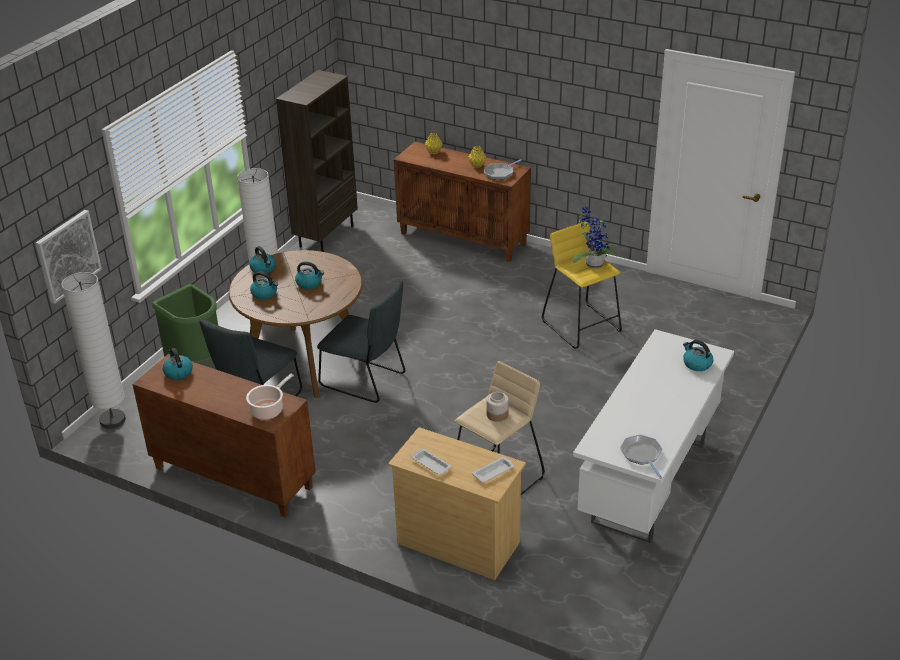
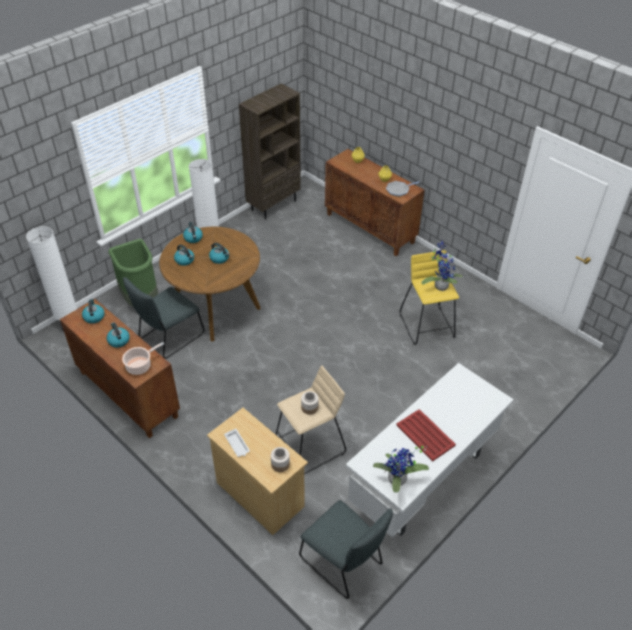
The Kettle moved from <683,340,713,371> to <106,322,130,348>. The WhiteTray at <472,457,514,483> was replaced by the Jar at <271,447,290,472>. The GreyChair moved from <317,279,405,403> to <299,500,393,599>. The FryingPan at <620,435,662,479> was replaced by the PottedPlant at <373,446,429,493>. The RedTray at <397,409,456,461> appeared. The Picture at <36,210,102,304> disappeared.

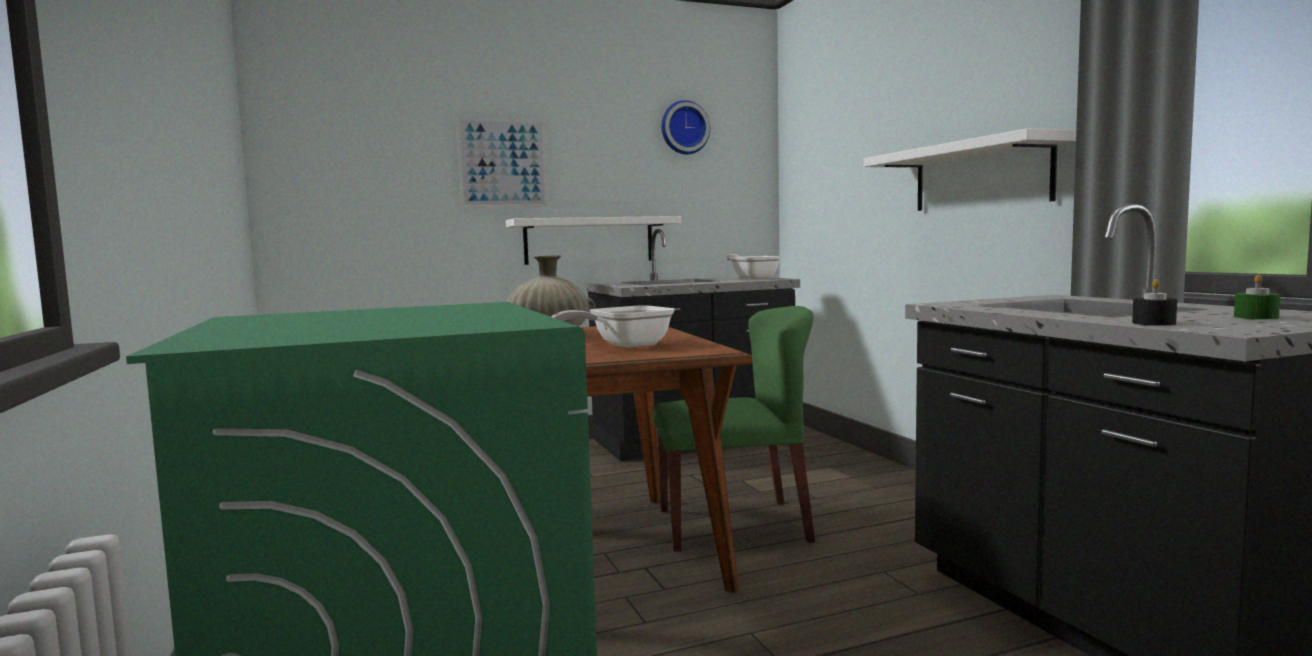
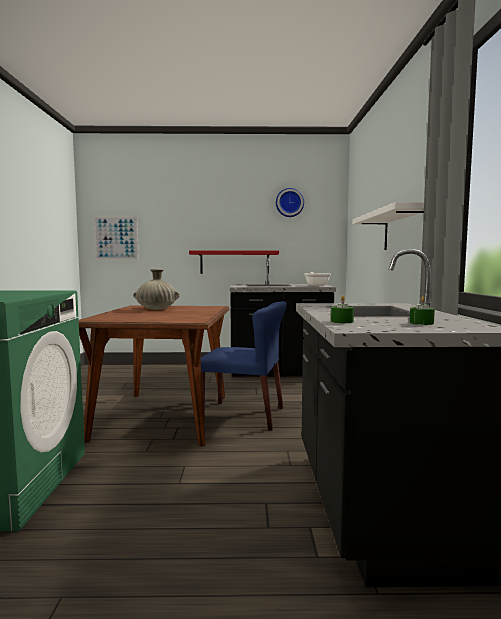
The Picture moved from <457,117,548,208> to <94,216,139,260>. The WhiteShelf at <506,216,682,265> became the RedShelf at <189,250,279,274>. The GreenChair at <653,306,815,552> became the BlueChair at <200,301,287,430>. The BlackCandle at <1132,279,1177,325> became the GreenCandle at <331,295,354,323>. The FryingPan at <552,306,675,348> disappeared.

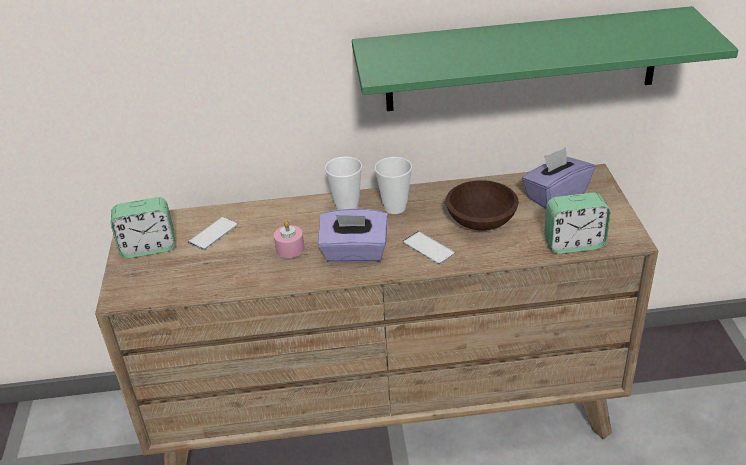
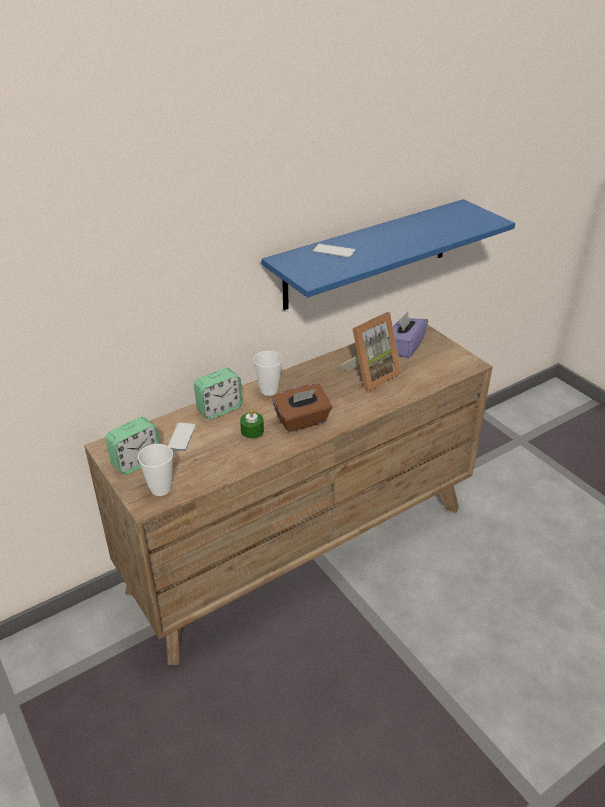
The Cup moved from <375,157,412,214> to <138,444,173,496>. The AlarmClock moved from <544,192,611,254> to <194,368,243,419>. The PinkCandle at <274,221,305,258> became the GreenCandle at <240,409,264,439>. The GreenShelf at <352,6,738,111> became the BlueShelf at <261,199,515,310>. The PurpleTissueBox at <318,209,388,262> became the BrownTissueBox at <272,384,332,432>. The Phone moved from <402,231,455,264> to <312,243,356,258>. The BrownBowl at <446,180,519,230> was replaced by the PictureFrame at <340,312,401,392>.

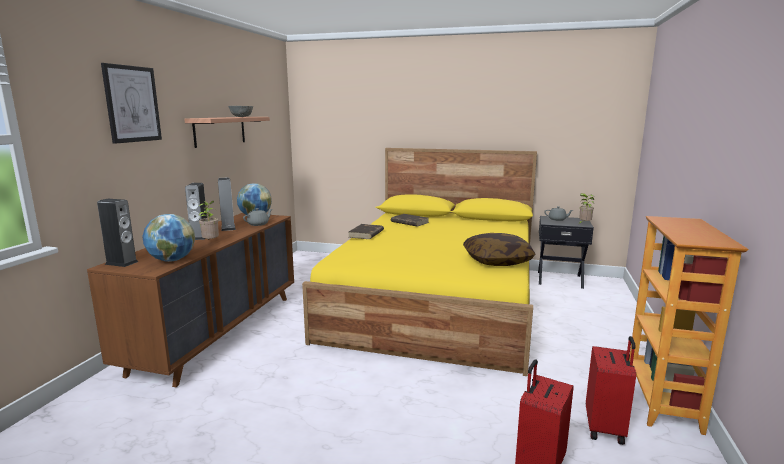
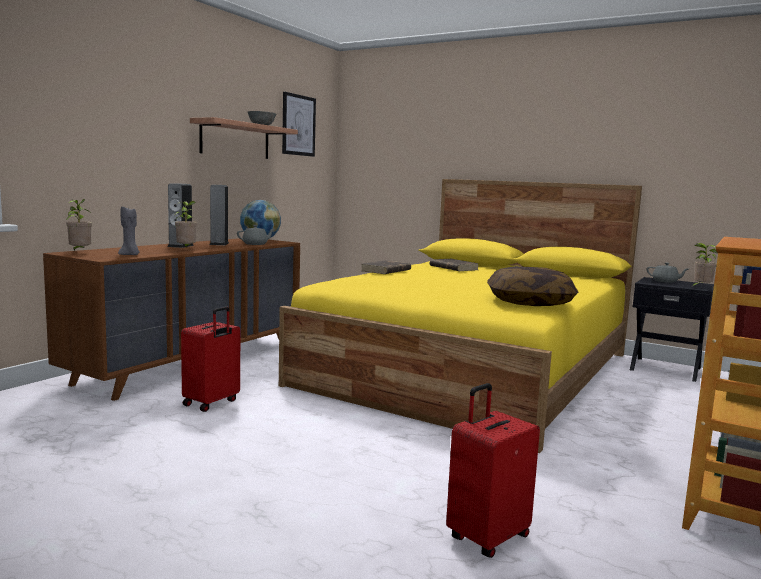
The Speaker at <97,199,138,267> was replaced by the PottedPlant at <66,199,92,251>. The Globe at <142,214,195,262> was replaced by the GreyCandle at <118,205,140,255>. The RedSuitcase moved from <586,336,636,445> to <181,306,240,412>. The Picture moved from <101,63,162,144> to <282,92,316,157>.

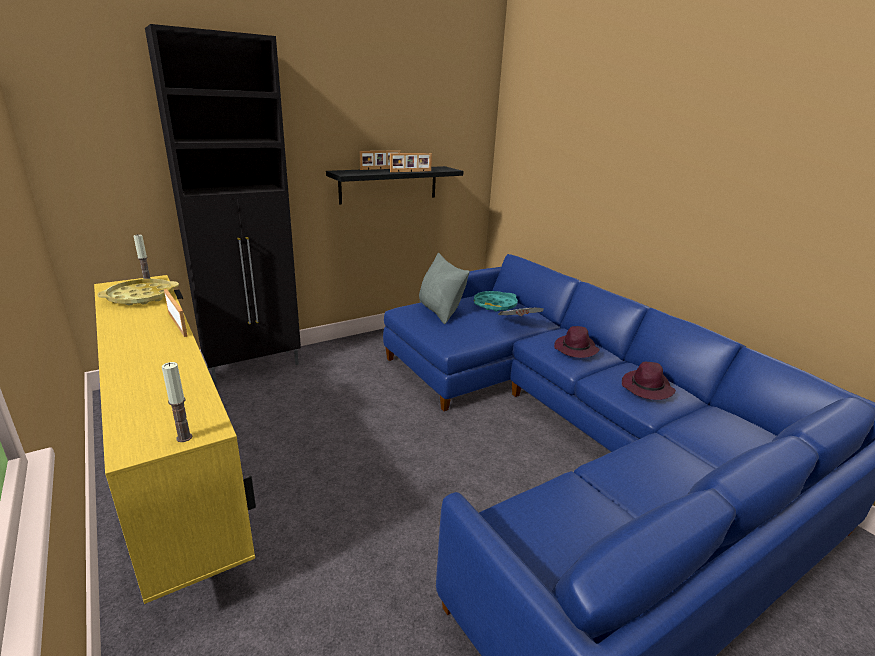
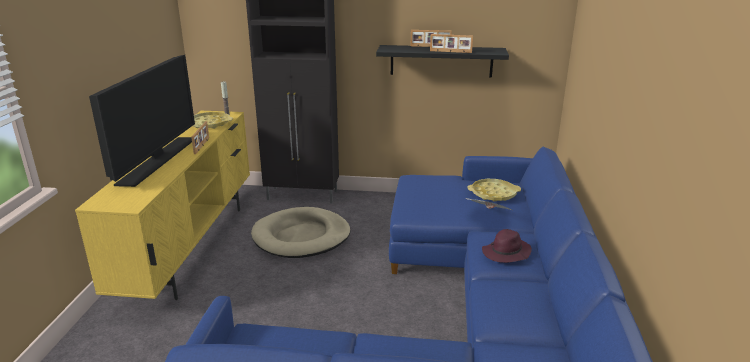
The Television at <89,55,195,187> appeared. The BeigeDogBed at <251,207,350,258> appeared. The TurquoiseTray at <474,291,518,312> became the YellowTray at <468,179,521,202>. The Candle at <162,362,192,442> disappeared. The GreyPillow at <419,253,469,324> disappeared. The PurpleHat at <622,362,676,400> disappeared.

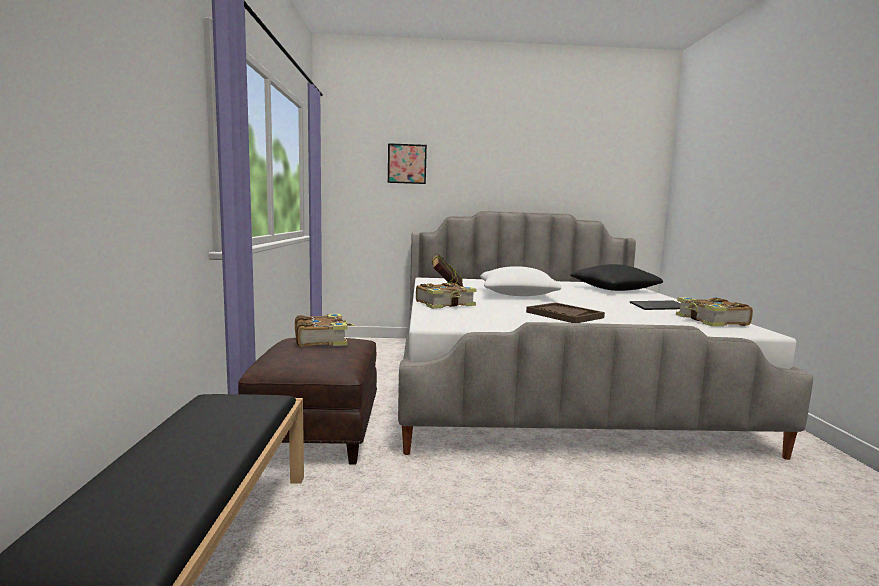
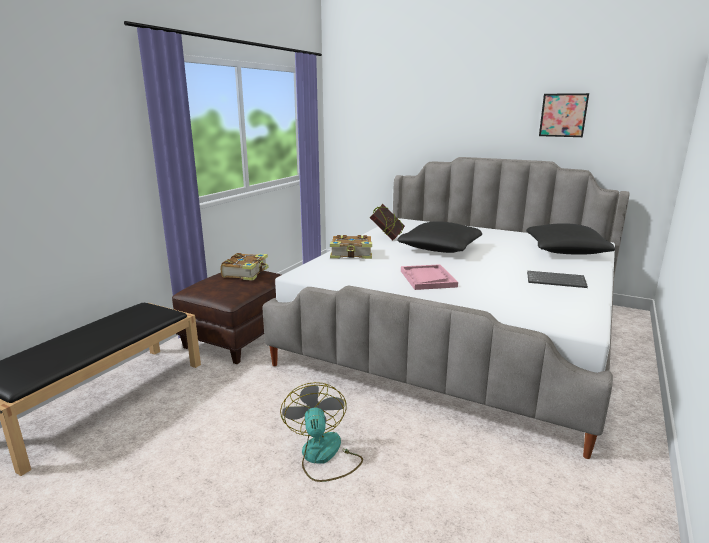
The Fan at <280,382,363,482> appeared. The WhitePillow at <480,266,561,296> became the BlackPillow at <397,221,482,253>. The BrownTray at <526,303,605,323> became the PinkTray at <401,264,458,290>. The Picture moved from <388,143,427,184> to <539,93,589,137>. The Book at <676,297,753,327> disappeared.

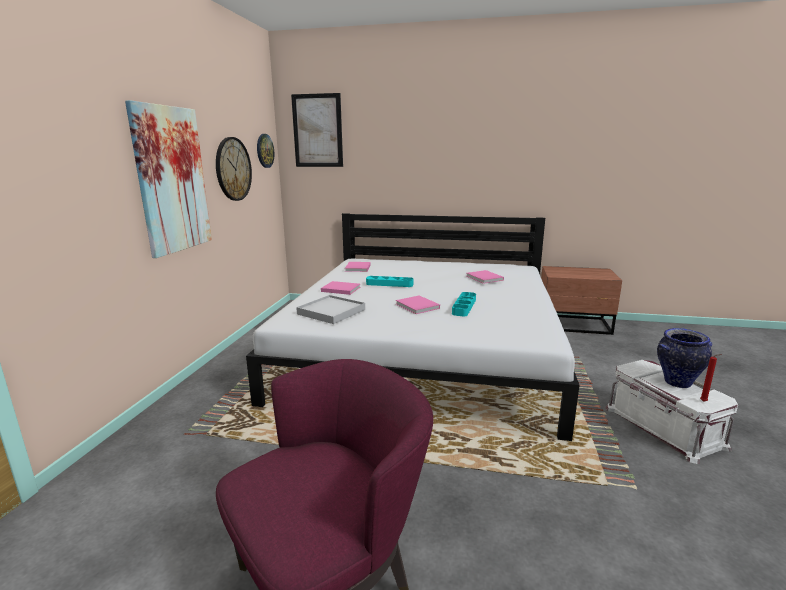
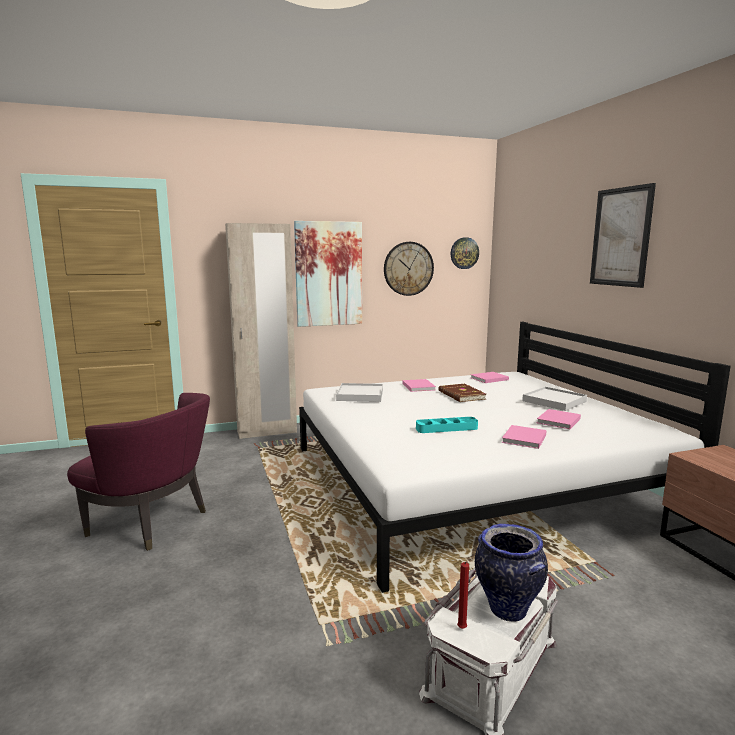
The BeigeWardrobe at <225,223,297,439> appeared. The TurquoiseTray at <366,276,414,287> was replaced by the BrownBook at <438,384,487,402>. The PinkBook moved from <396,295,440,314> to <502,425,547,449>. The WhiteTray at <522,387,587,411> appeared. The Picture moved from <291,93,343,167> to <590,183,656,288>.

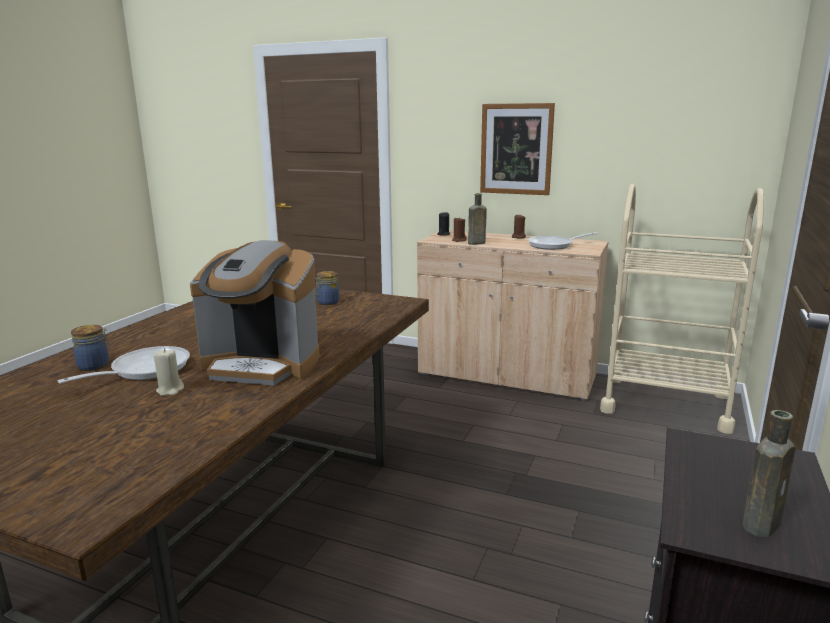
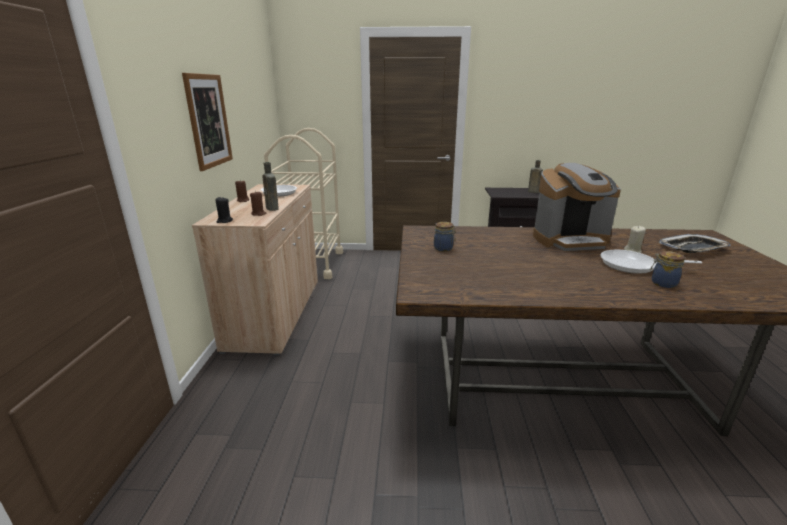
The CoffeeMachine at <190,240,320,385> turned 90 degrees clockwise. The Tray at <659,234,731,253> appeared.

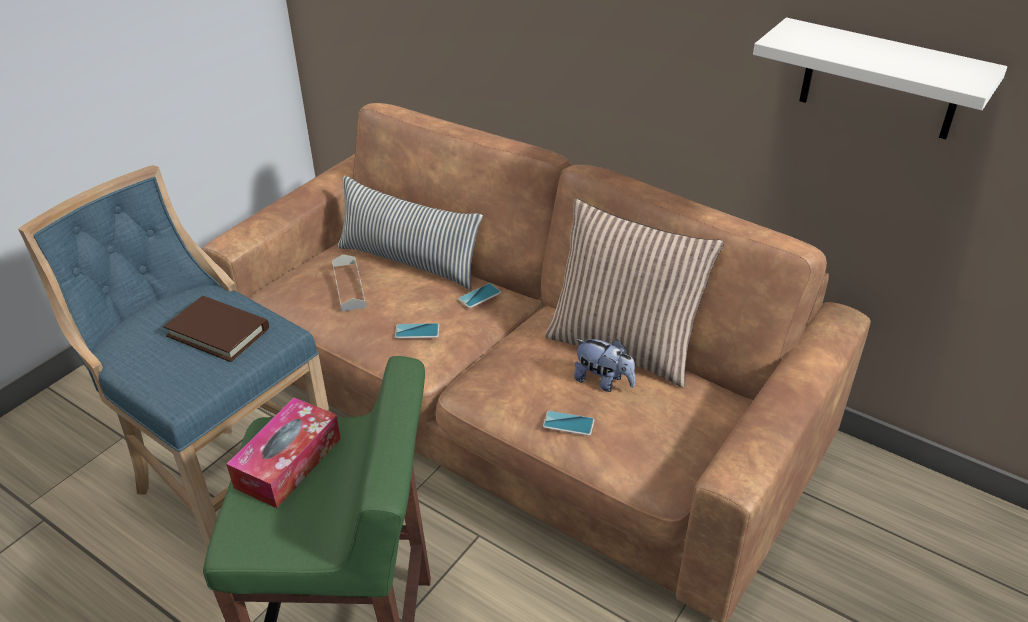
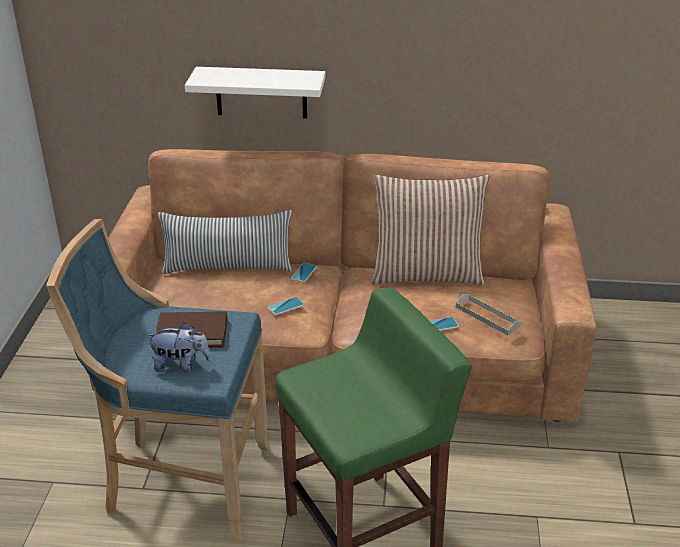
The PlushToy moved from <574,339,635,392> to <146,323,211,372>. The WhiteShelf moved from <753,18,1007,139> to <185,67,325,119>. The GreyTray moved from <332,254,366,312> to <456,294,521,336>. The TissueBox at <226,398,341,508> disappeared.

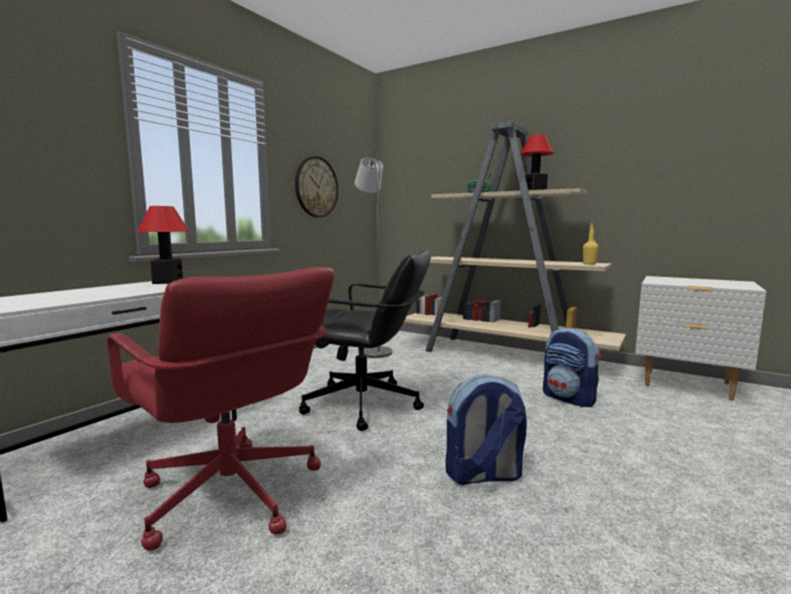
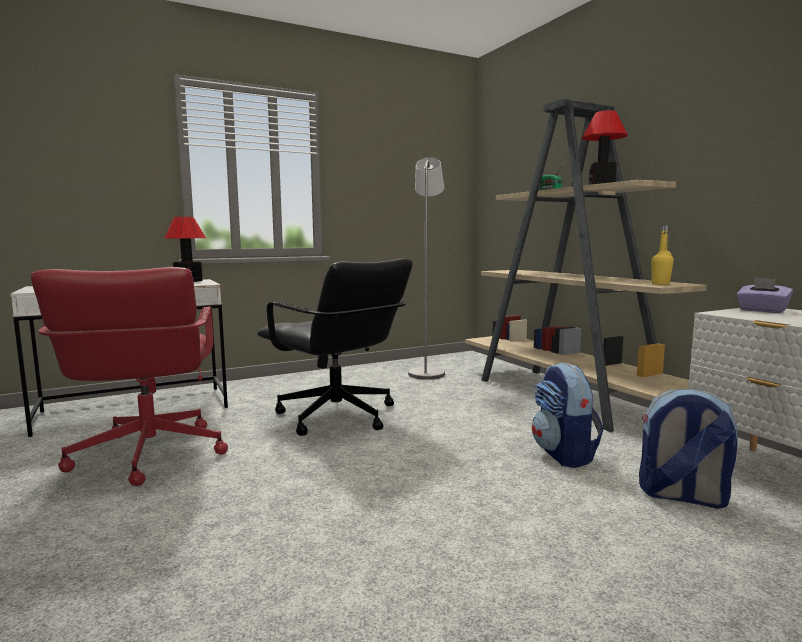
The Backpack moved from <445,374,527,485> to <639,388,738,508>. The PurpleTissueBox at <737,278,793,313> appeared. The WallClock at <295,156,338,218> disappeared.

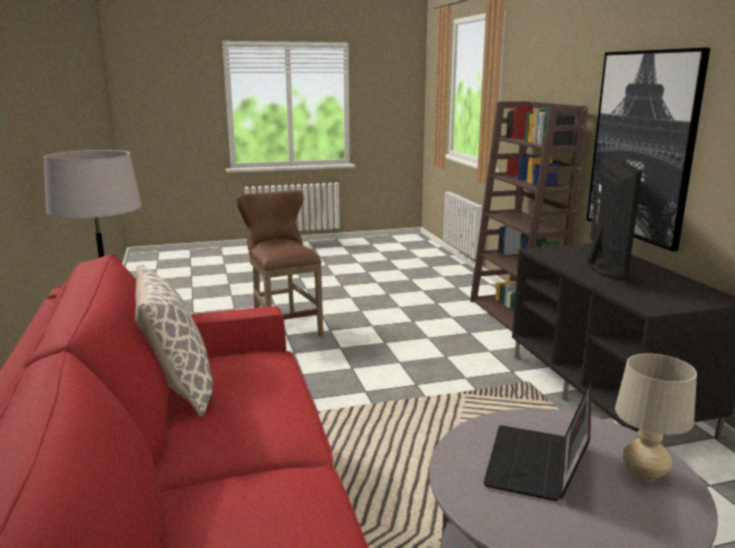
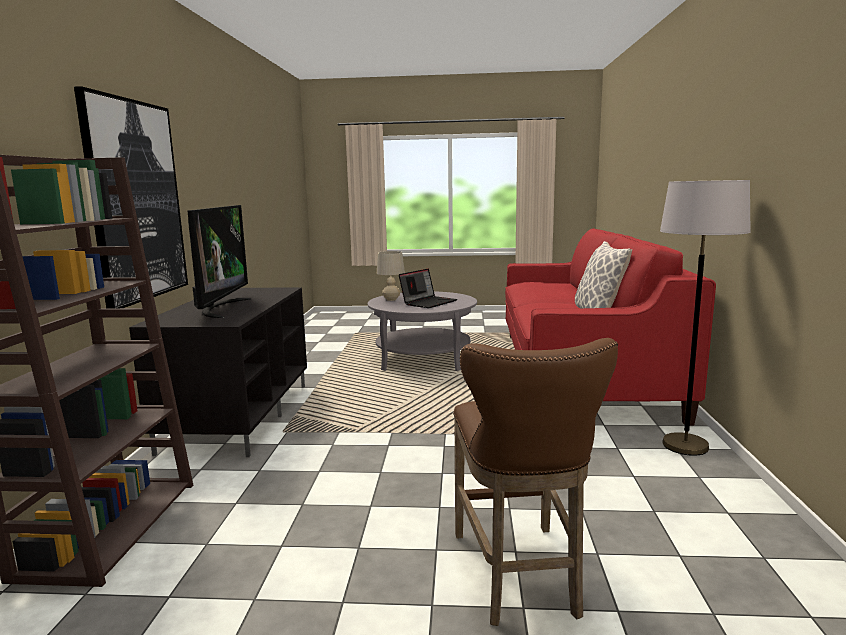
The Television at <586,152,642,281> turned 150 degrees clockwise.

